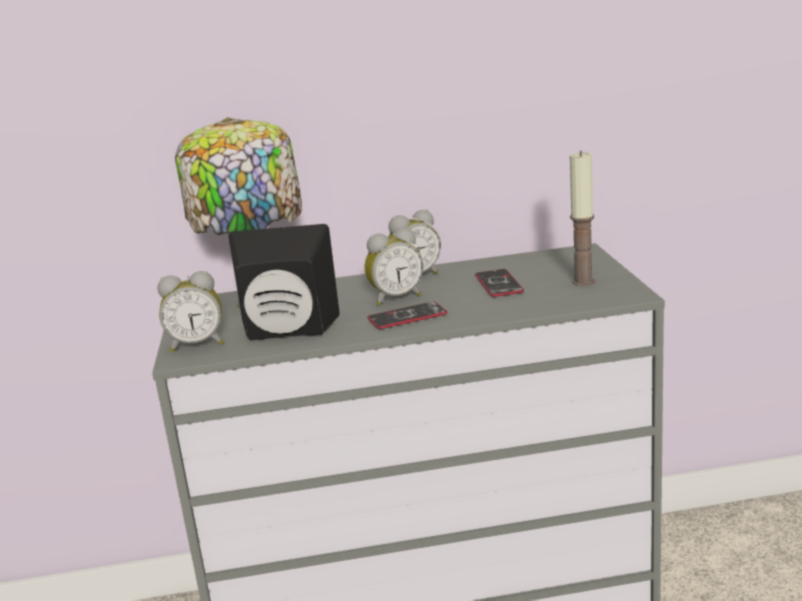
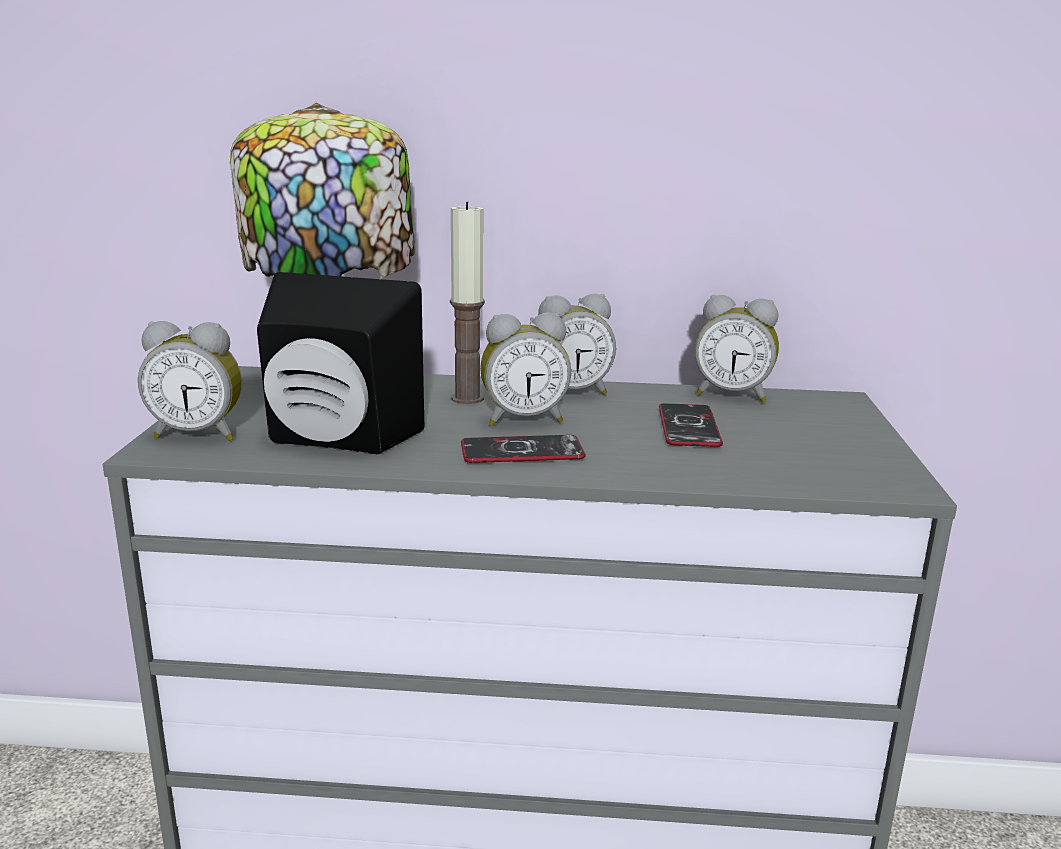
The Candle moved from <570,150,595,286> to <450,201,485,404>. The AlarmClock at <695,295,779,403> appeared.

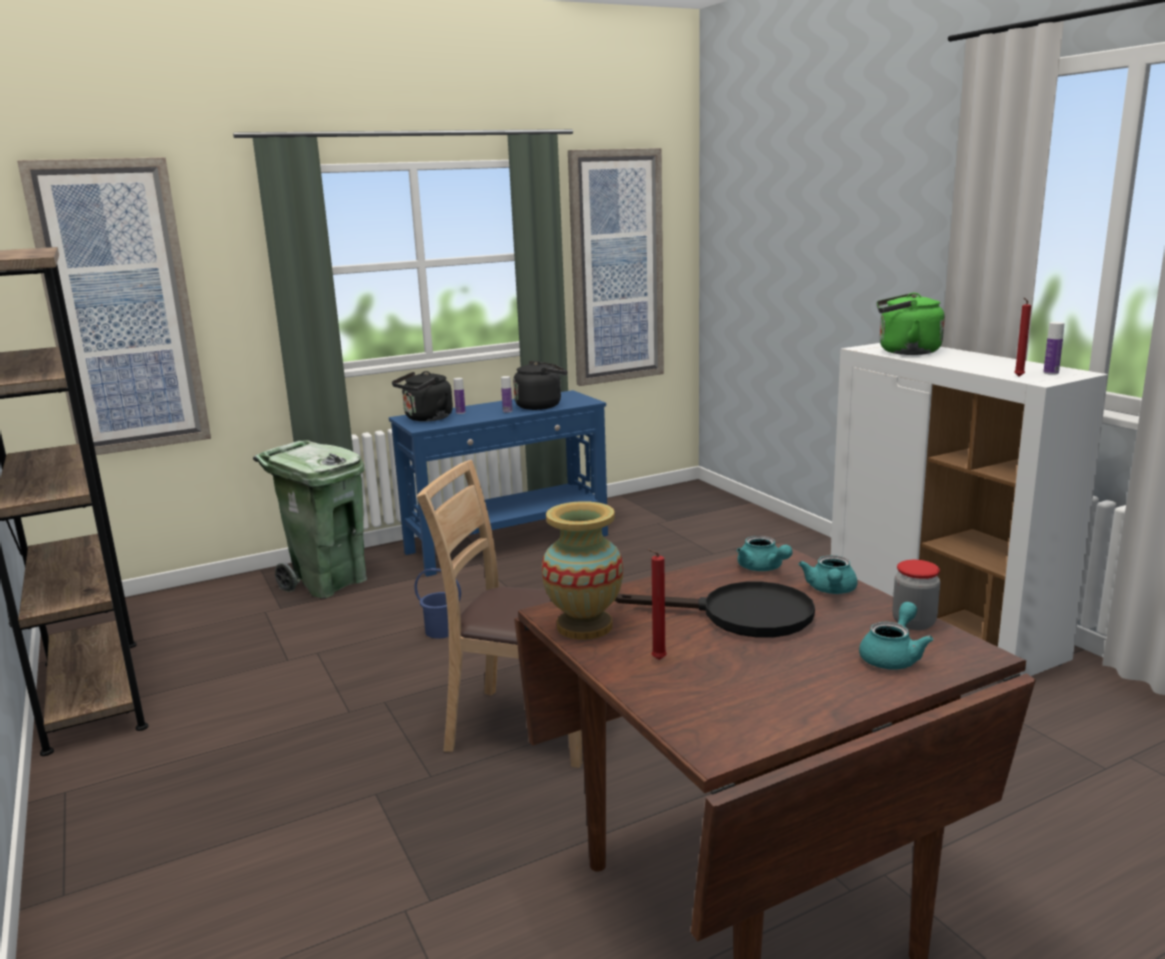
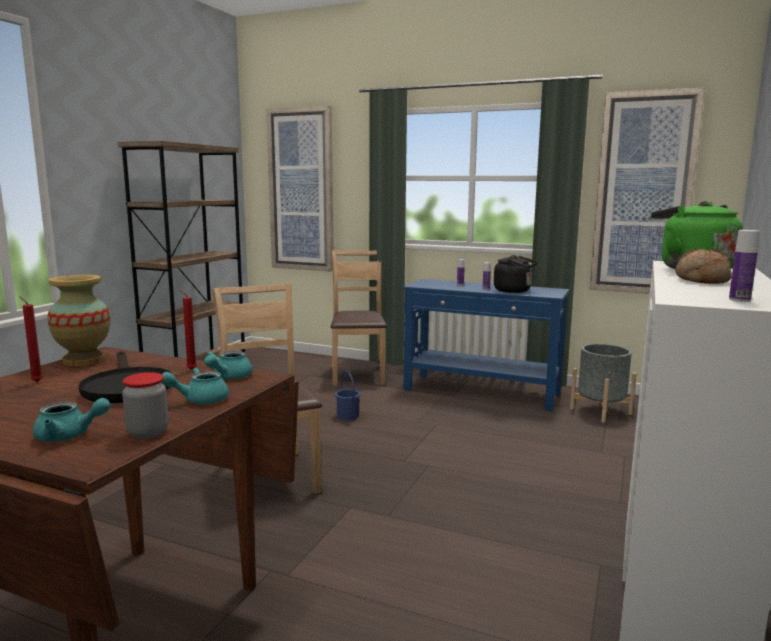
The RedCandle moved from <1014,298,1031,377> to <178,289,197,370>. The GreenTrashCan at <253,440,367,598> was replaced by the BrownChair at <331,251,387,386>. The GreyPlanter at <570,344,637,422> appeared. The Bread at <675,249,732,284> appeared. The BlackKettle at <392,371,453,422> disappeared.

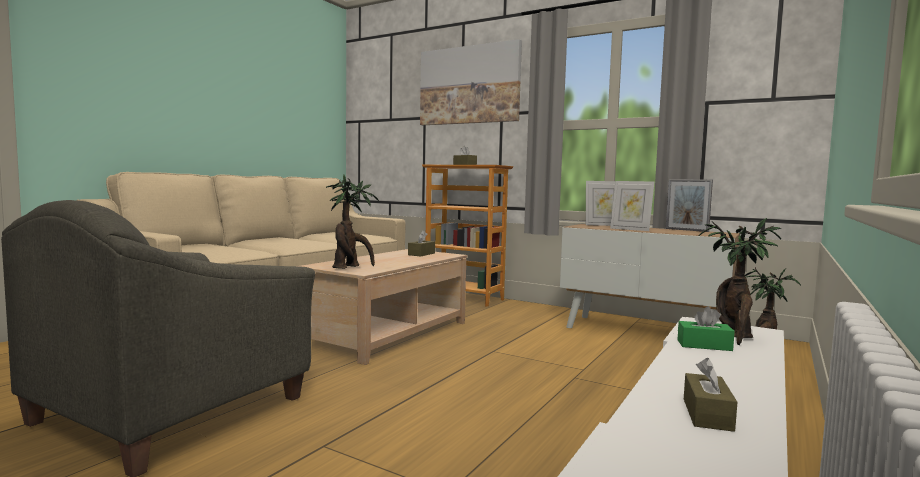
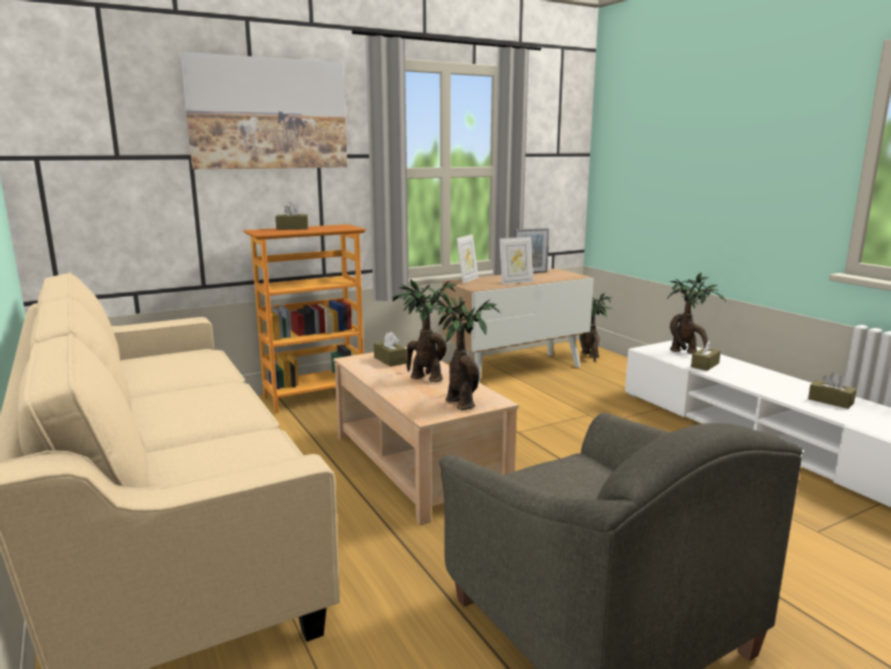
The PottedPlant at <392,279,457,382> appeared. The GreenTissueBox at <677,306,735,351> became the BrownTissueBox at <691,340,721,371>.

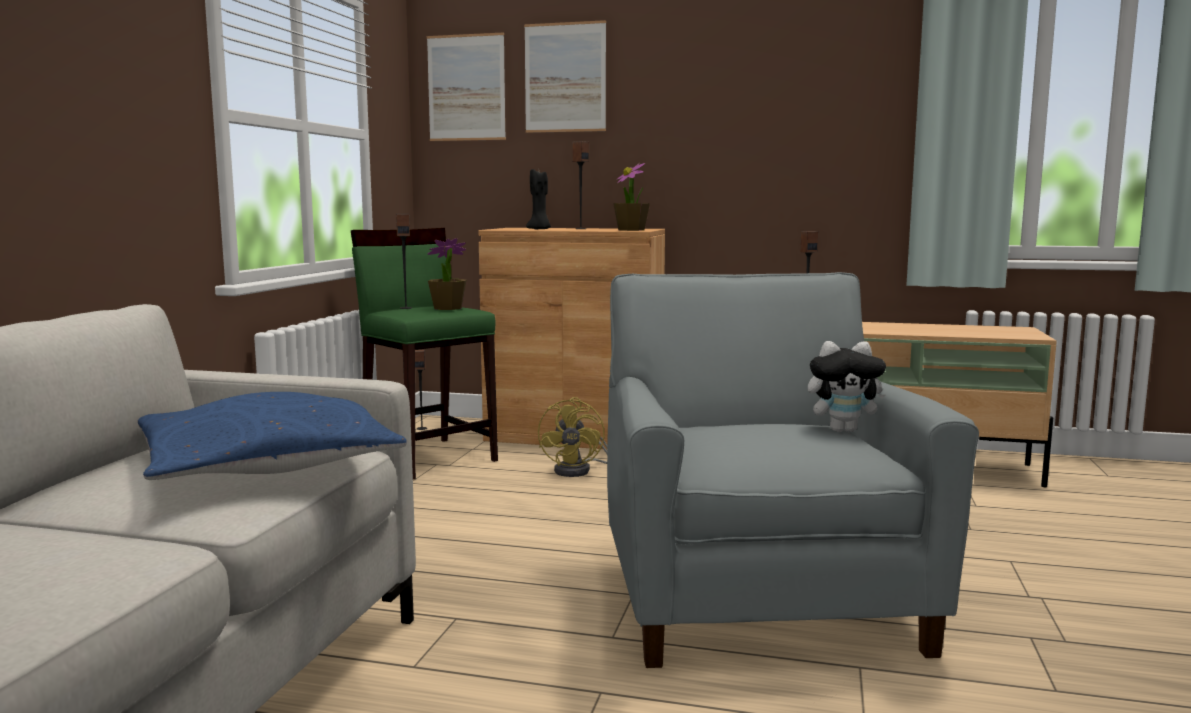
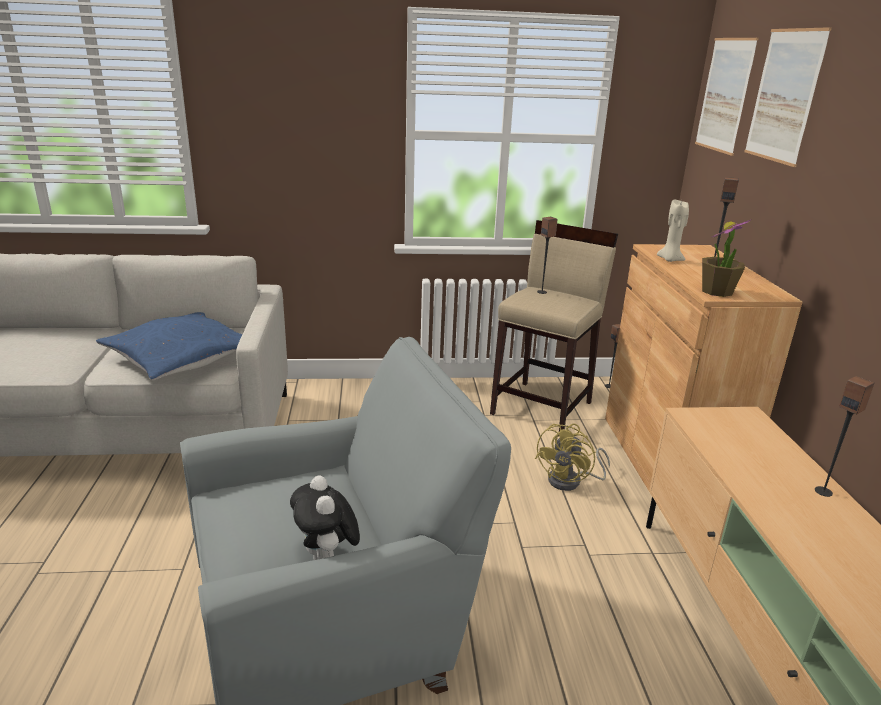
The GreenStool at <351,228,498,480> became the BeigeStool at <490,220,618,432>. The YellowFan at <538,397,607,477> turned 45 degrees counterclockwise. The BlackCandle at <526,169,551,229> became the BeigeCandle at <657,199,689,262>. The PottedPlant at <427,238,466,310> disappeared.

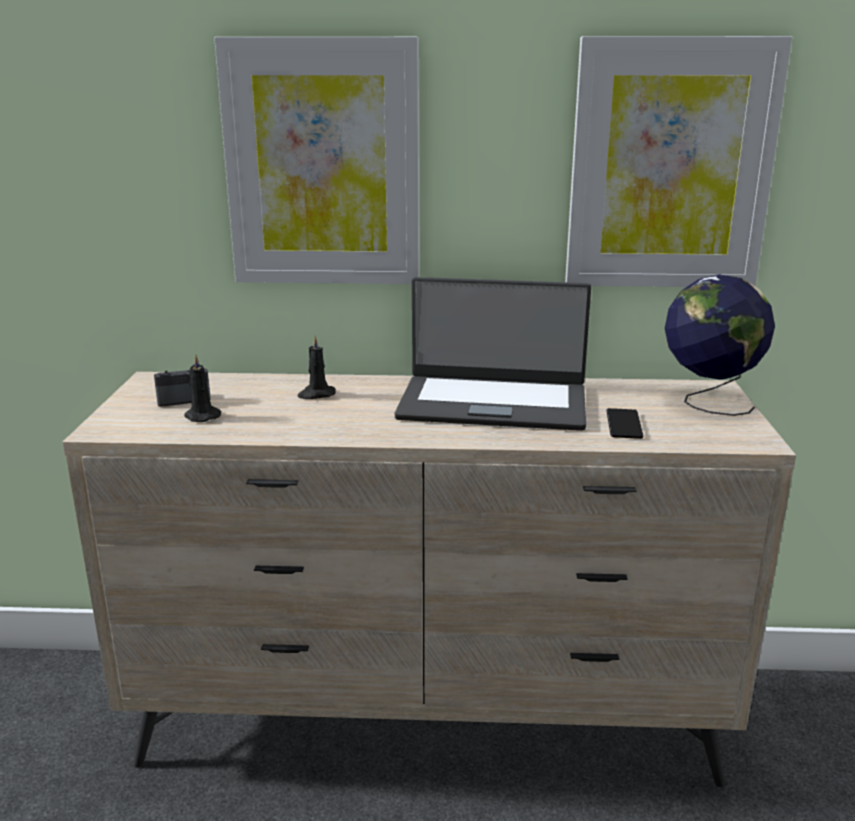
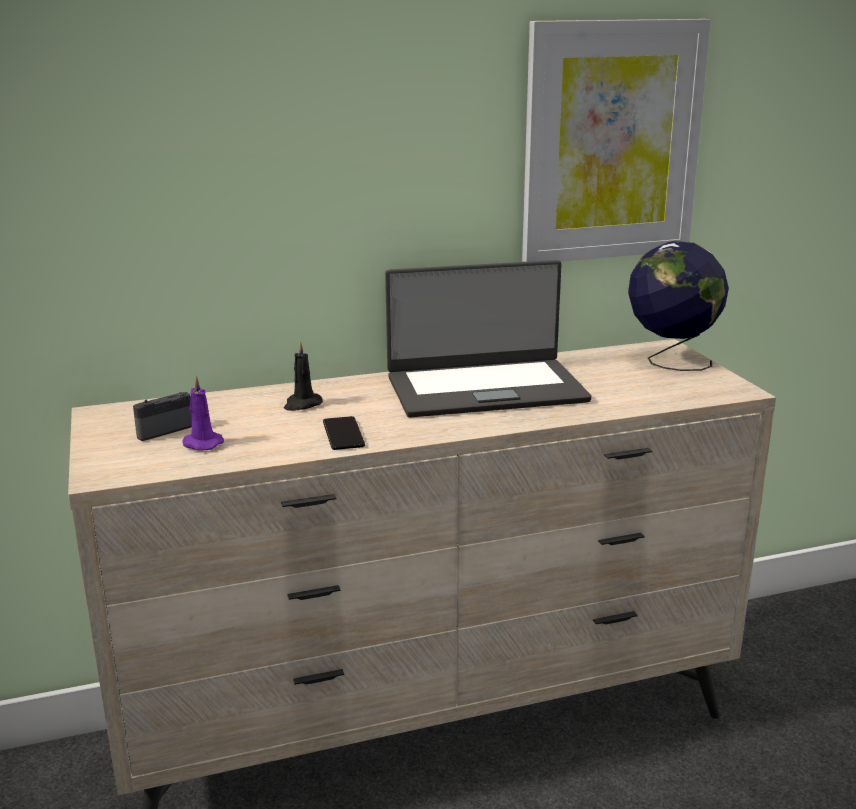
The BlackCandle at <184,354,221,422> became the PurpleCandle at <182,376,224,451>. The Phone moved from <606,408,643,439> to <323,416,365,450>. The Picture at <214,37,419,284> disappeared.

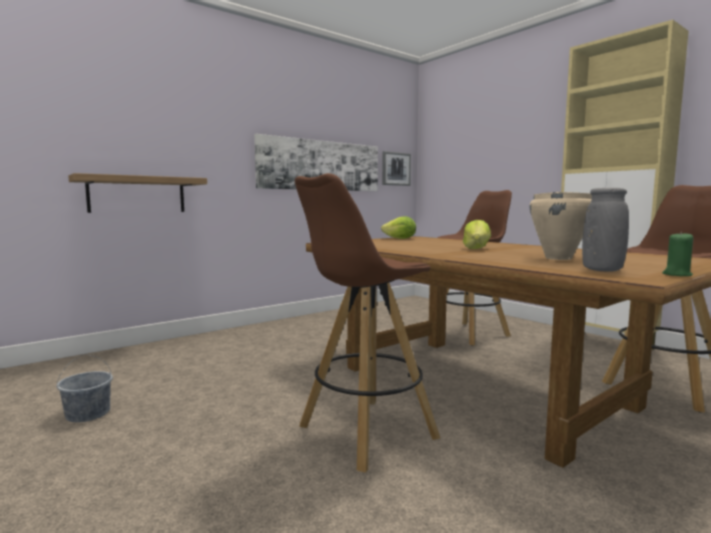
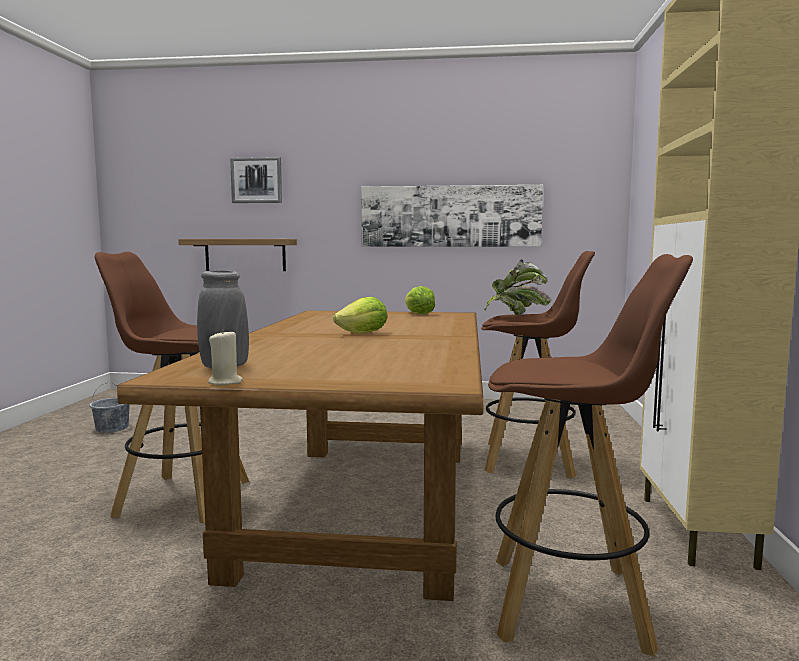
The GreenCandle at <662,231,693,276> became the BeigeCandle at <208,329,243,385>. The Picture moved from <382,151,411,186> to <230,157,282,203>. The PottedPlant at <484,259,551,315> appeared. The BeigeCookingPot at <530,192,592,260> disappeared.

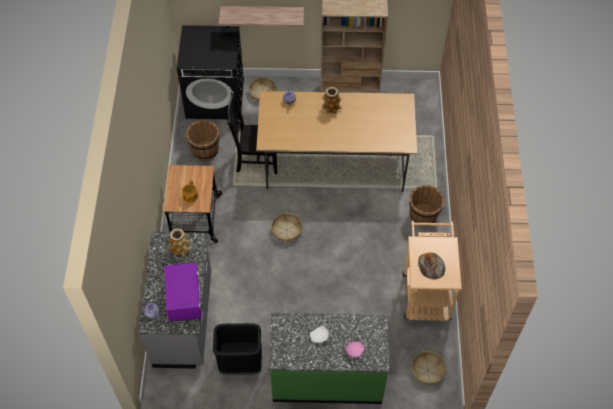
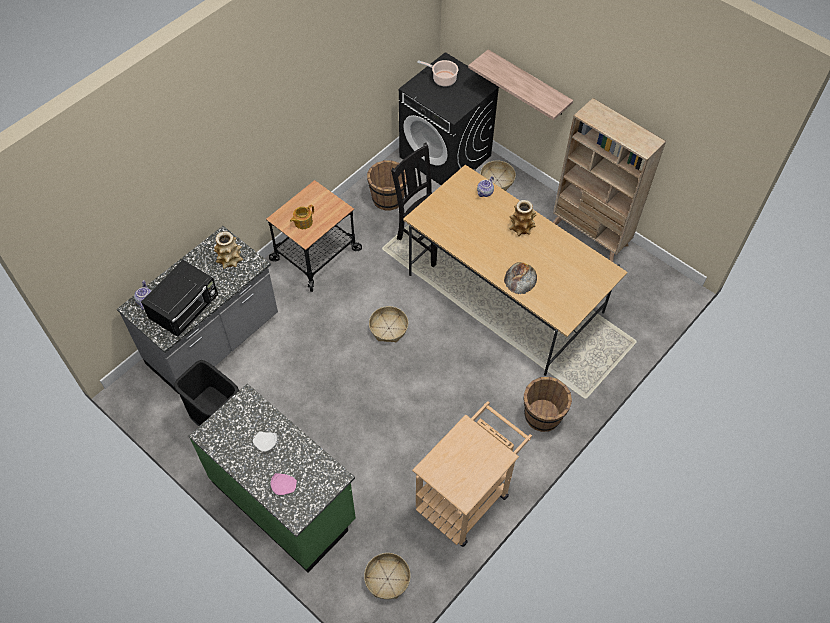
The PurpleMicrowave at <164,263,202,321> became the BlackMicrowave at <141,260,218,337>. The CookingPot at <417,60,458,87> appeared. The Bread moved from <418,253,445,280> to <504,262,537,294>.

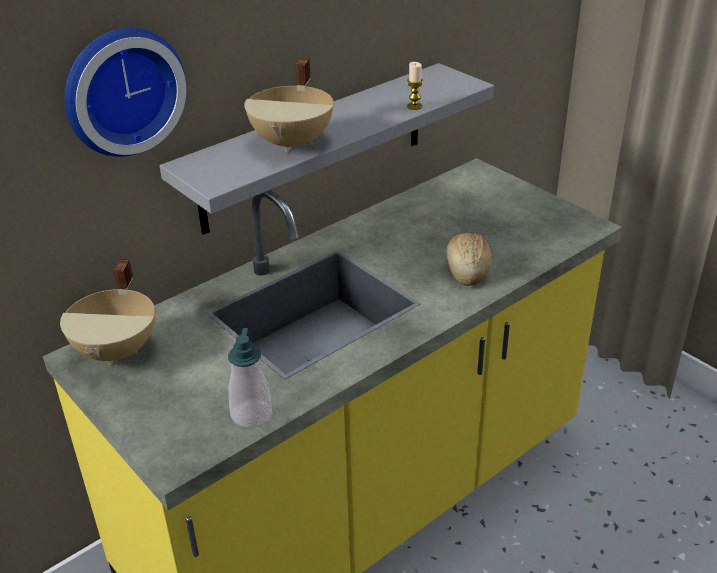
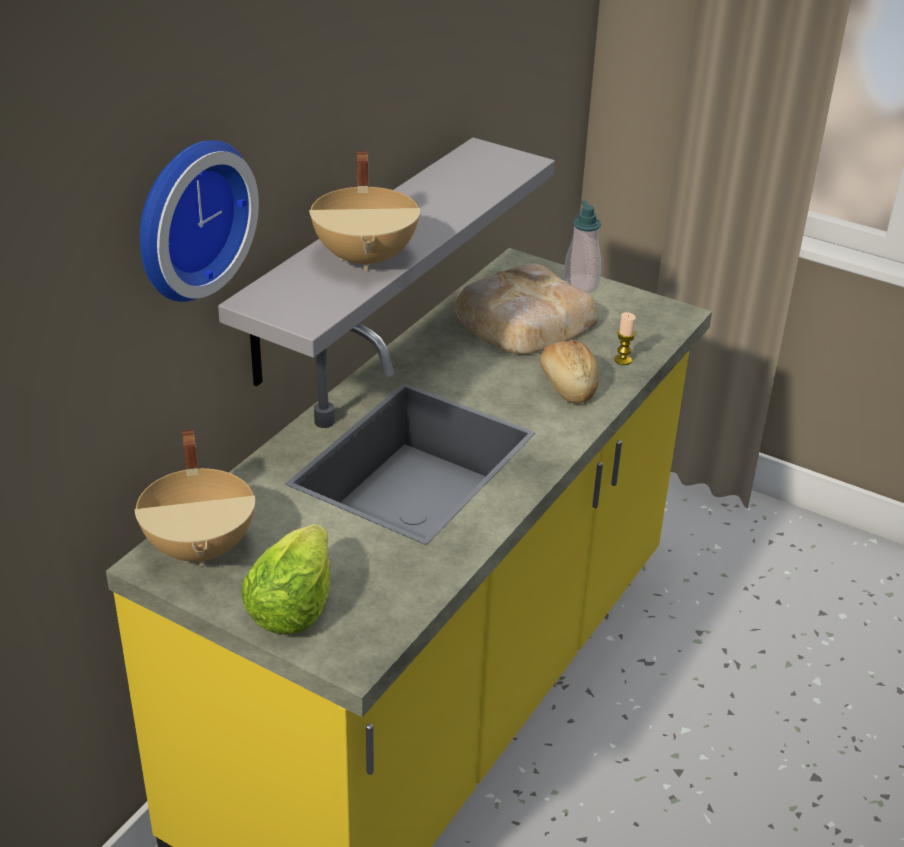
The Lettuce at <241,524,330,634> appeared. The Bread at <455,264,599,354> appeared. The SoapDispenser moved from <228,328,272,428> to <563,201,601,292>. The Candle moved from <407,62,423,110> to <614,312,636,365>.

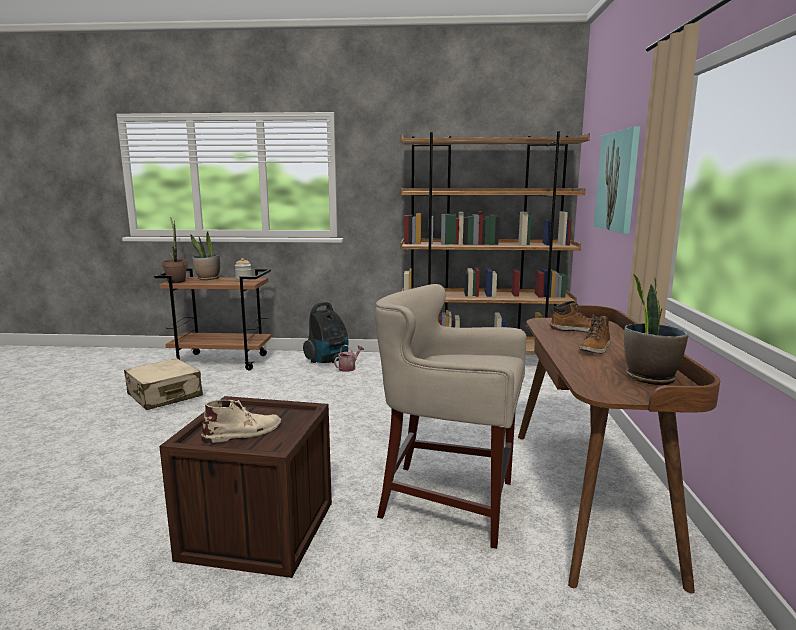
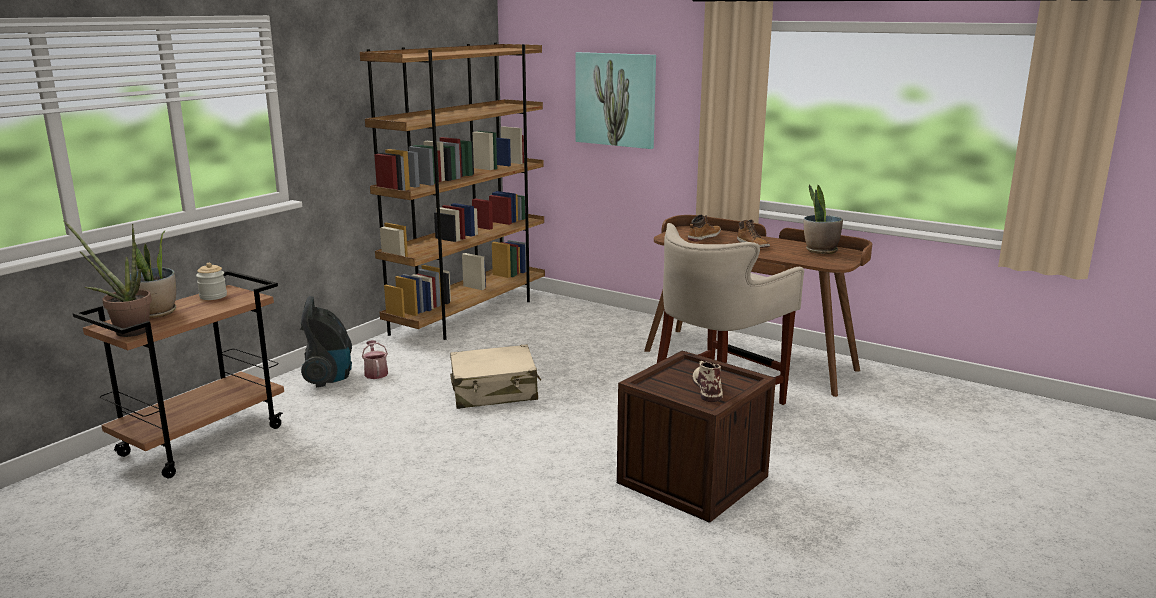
The BeigeSuitcase moved from <124,358,203,410> to <450,344,541,409>.

